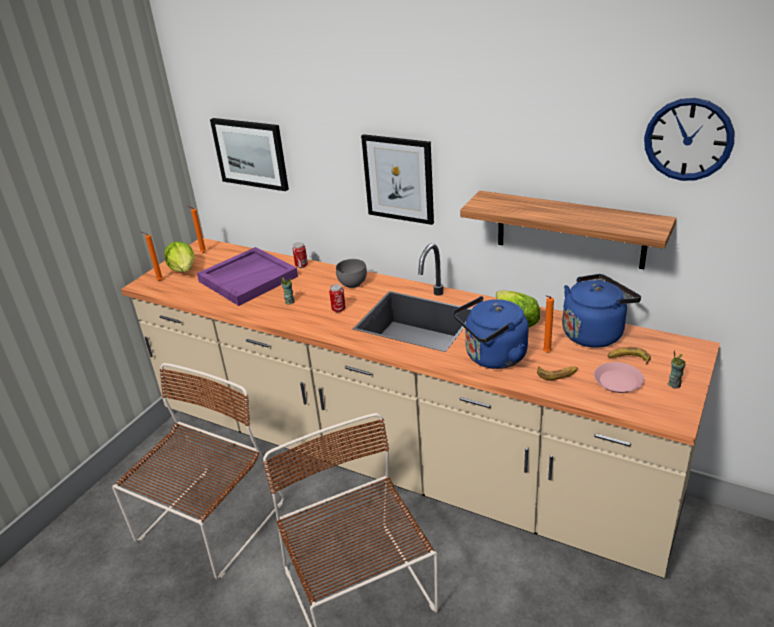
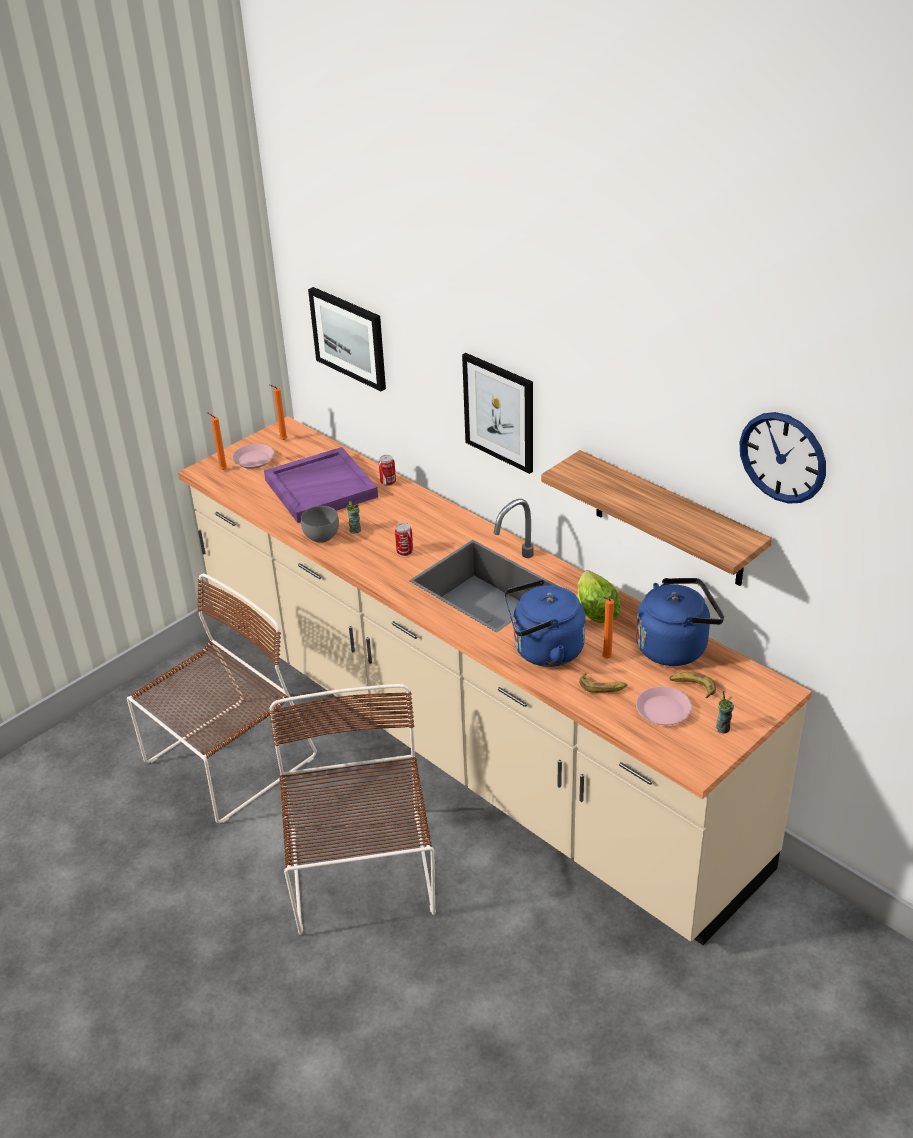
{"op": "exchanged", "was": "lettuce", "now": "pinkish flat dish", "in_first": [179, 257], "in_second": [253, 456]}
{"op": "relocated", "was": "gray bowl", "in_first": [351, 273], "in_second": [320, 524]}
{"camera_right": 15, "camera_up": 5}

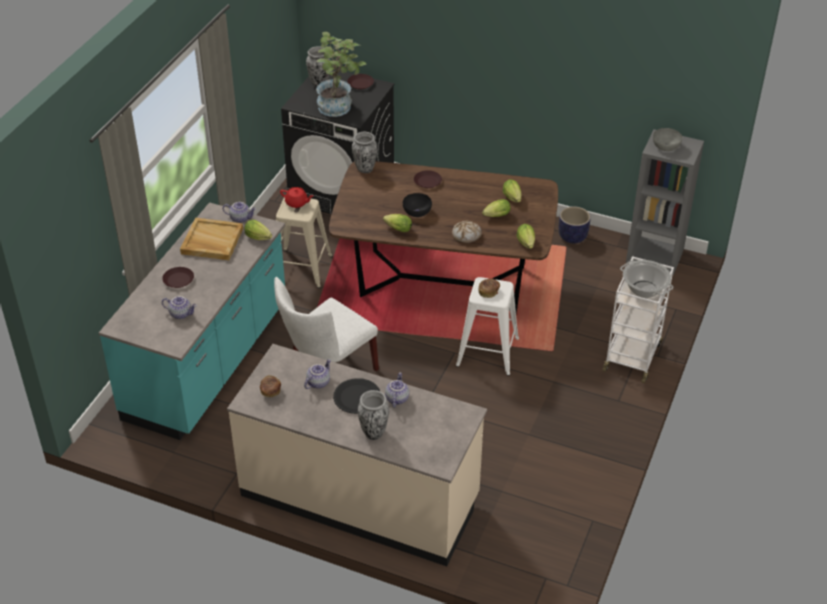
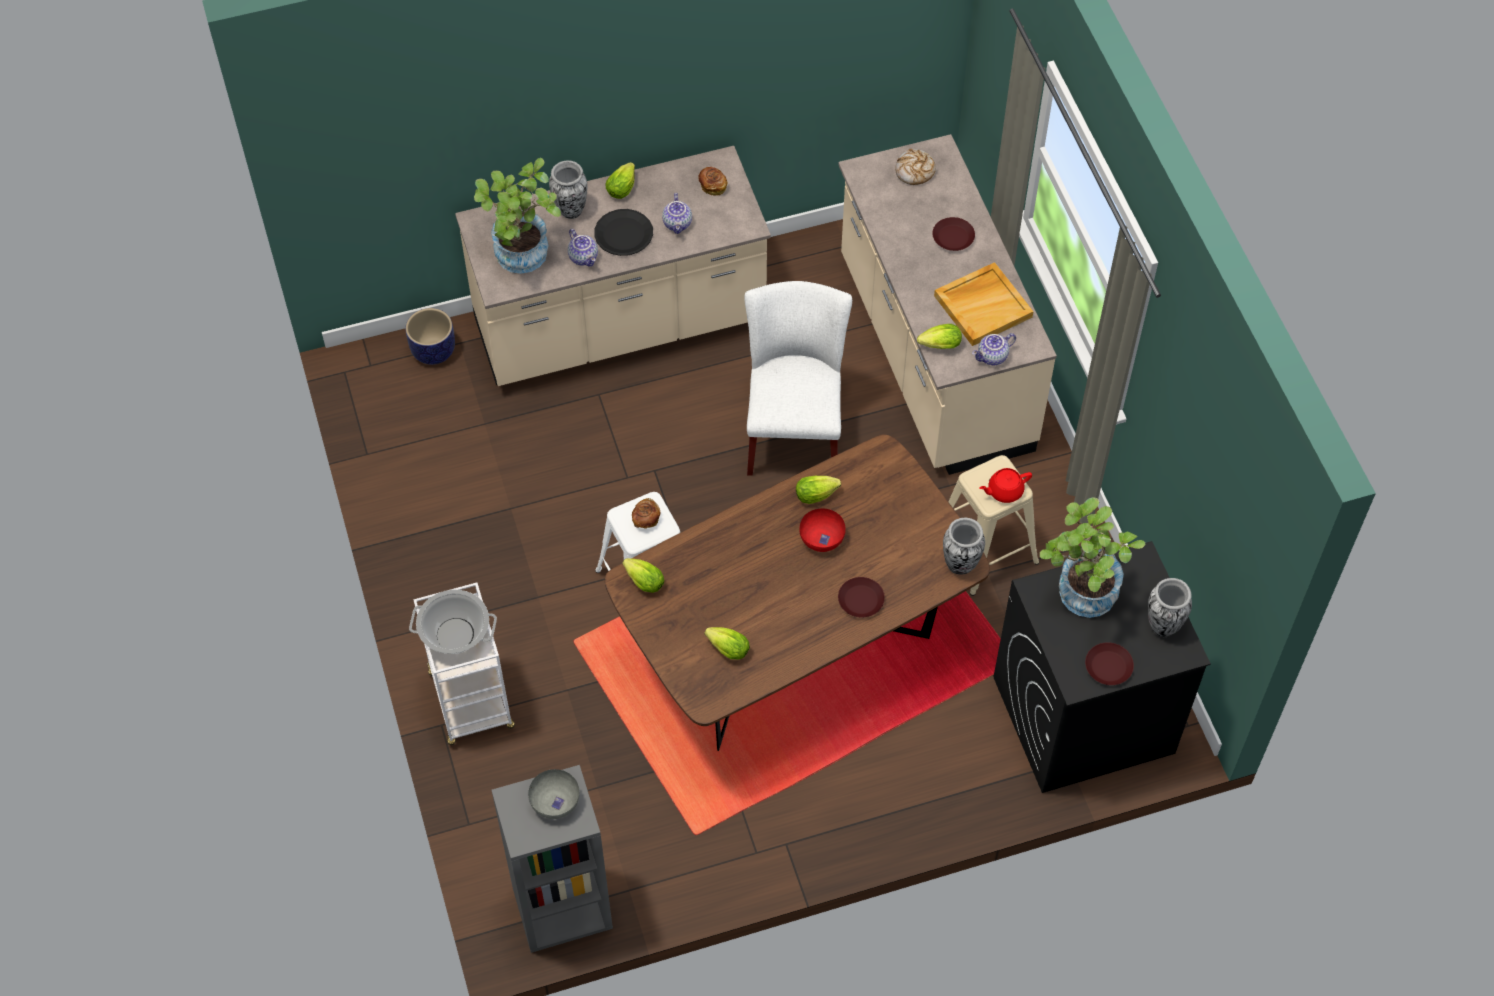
{"op": "relocated", "was": "planter", "in_first": [575, 225], "in_second": [430, 336]}
{"op": "appeared", "now": "potted plant", "in_second": [517, 216]}
{"op": "relocated", "was": "lettuce", "in_first": [496, 208], "in_second": [620, 180]}
{"op": "colour", "was": "black bowl", "now": "red bowl", "in_first": [417, 205], "in_second": [822, 530]}
{"op": "colour", "was": "blue-green kitchen base unit", "now": "sand-coloured kitchen base unit", "in_first": [192, 321], "in_second": [947, 304]}
{"op": "relocated", "was": "bakery bread", "in_first": [467, 231], "in_second": [915, 166]}
{"op": "missing", "was": "tea pot", "in_first": [179, 307]}
{"camera_right": 140, "camera_up": 15}

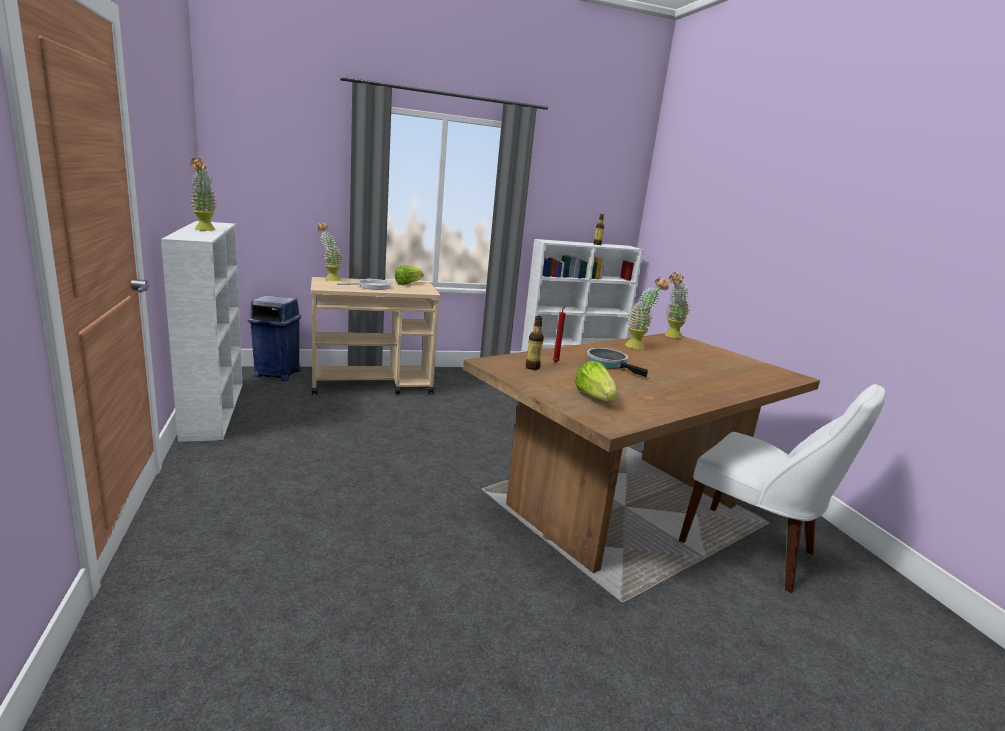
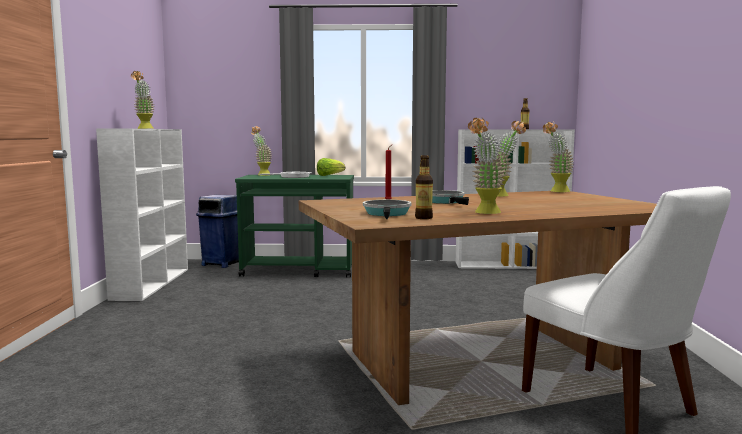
{"op": "colour", "was": "sand-coloured cart", "now": "green-coloured cart", "in_first": [376, 336], "in_second": [294, 226]}
{"op": "exchanged", "was": "lettuce", "now": "frying pan", "in_first": [596, 381], "in_second": [387, 209]}
{"op": "relocated", "was": "bottle", "in_first": [535, 343], "in_second": [424, 187]}
{"op": "appeared", "now": "potted plant", "in_second": [487, 166]}
{"camera_right": 20, "camera_up": -10}

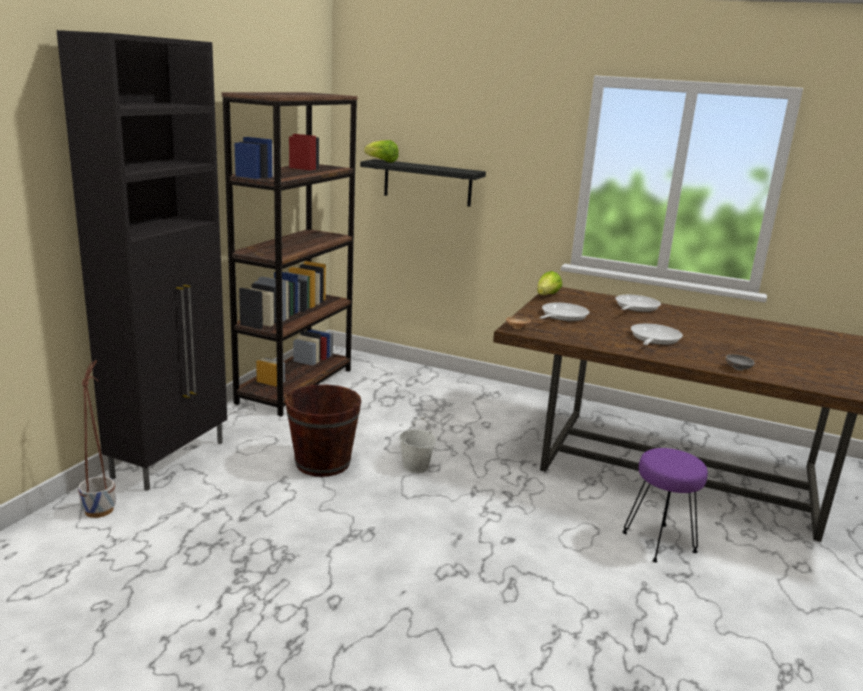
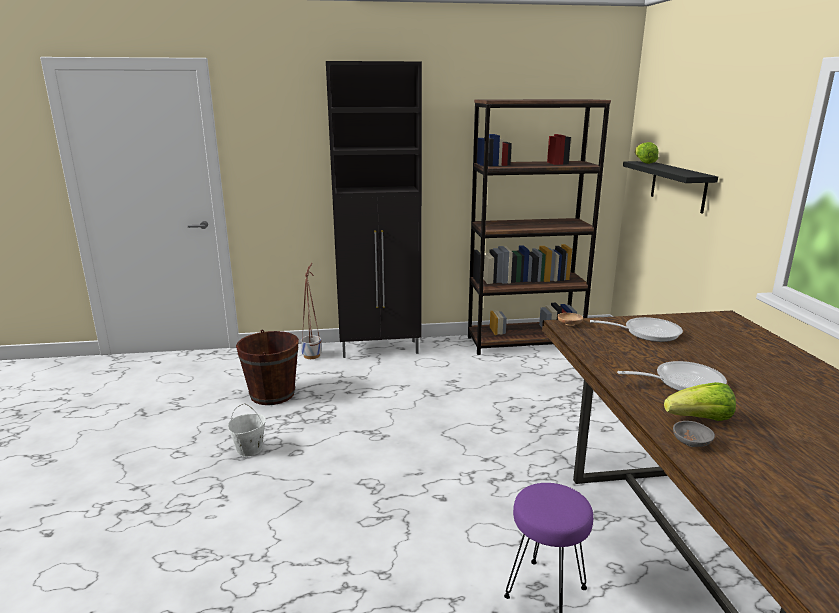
{"op": "relocated", "was": "white bucket", "in_first": [417, 445], "in_second": [247, 430]}
{"op": "relocated", "was": "brown-coloured bucket", "in_first": [323, 431], "in_second": [267, 367]}
{"op": "relocated", "was": "lettuce", "in_first": [549, 283], "in_second": [700, 401]}
{"op": "missing", "was": "frying pan", "in_first": [638, 303]}
{"camera_right": 60, "camera_up": 0}

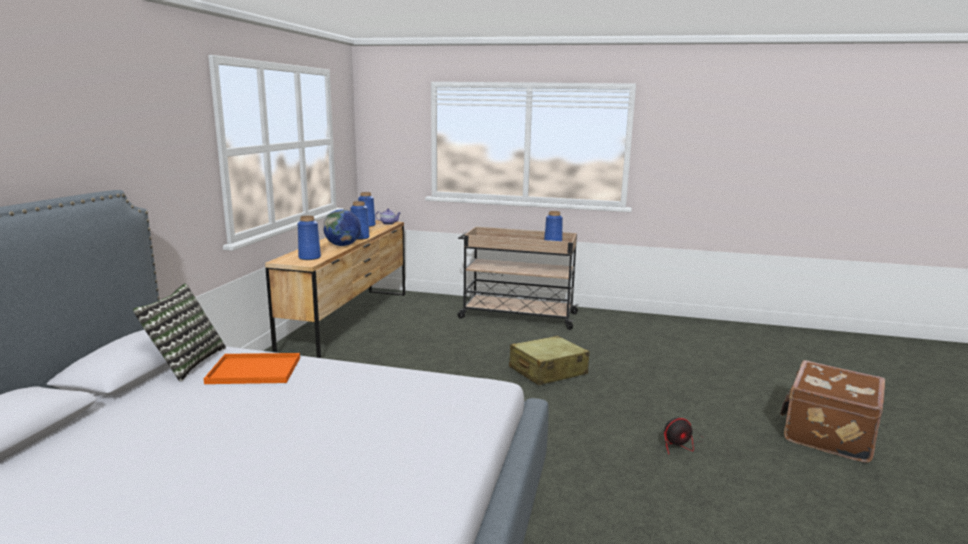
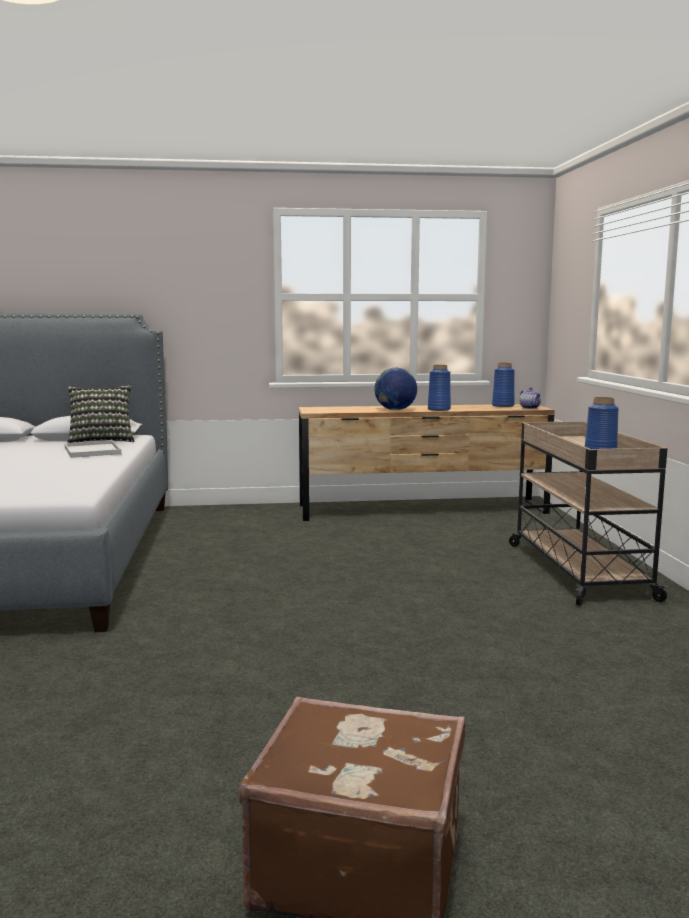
{"op": "colour", "was": "orange carrying tray", "now": "white carrying tray", "in_first": [252, 368], "in_second": [93, 449]}
{"op": "missing", "was": "blue-coloured flower vase", "in_first": [309, 238]}
{"op": "missing", "was": "sand-coloured suitcase", "in_first": [549, 360]}
{"op": "missing", "was": "electric fan", "in_first": [680, 434]}
{"camera_right": 70, "camera_up": -5}

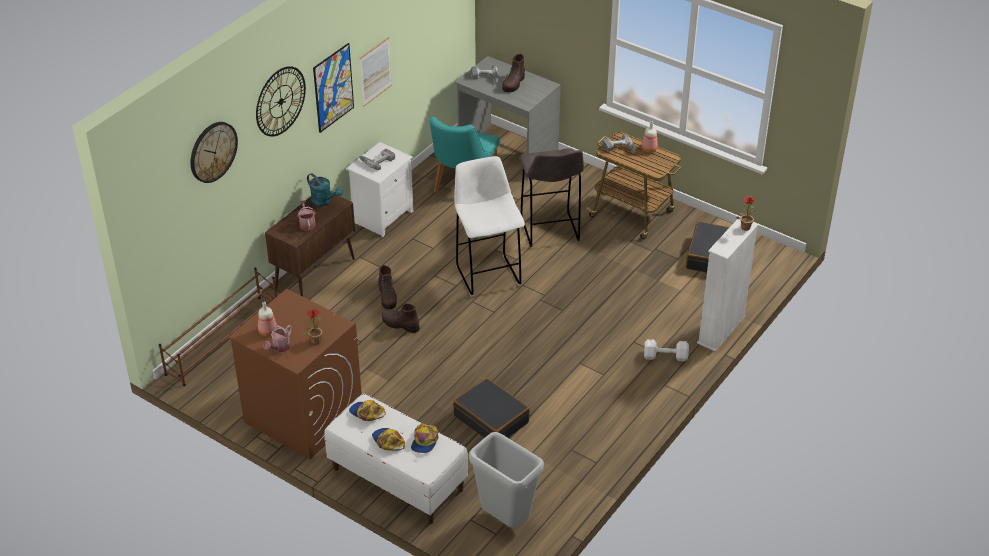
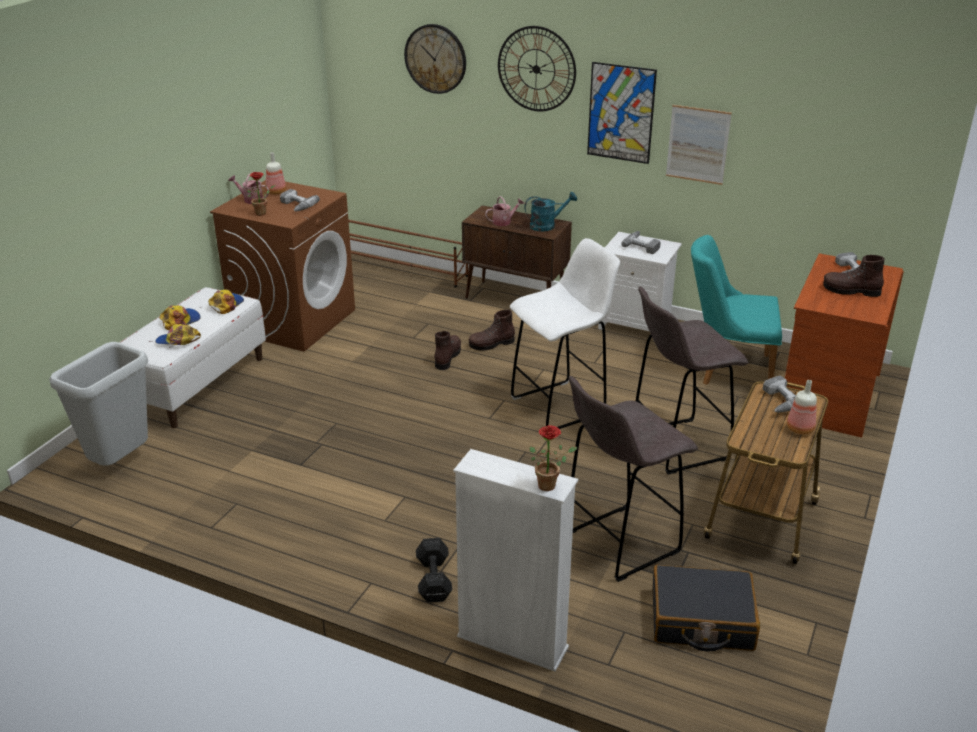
{"op": "appeared", "now": "power drill", "in_second": [300, 200]}
{"op": "colour", "was": "white free weight", "now": "black free weight", "in_first": [666, 350], "in_second": [434, 570]}
{"op": "spun", "was": "blue-green sprinkling can", "in_first": [325, 190], "in_second": [550, 211], "clockwise": -135}
{"op": "appeared", "now": "gray stool seat", "in_second": [633, 479]}
{"op": "colour", "was": "gray desk unit", "now": "brown-coloured desk unit", "in_first": [508, 118], "in_second": [843, 345]}
{"op": "missing", "was": "black suitcase", "in_first": [491, 408]}
{"camera_right": 80, "camera_up": -10}

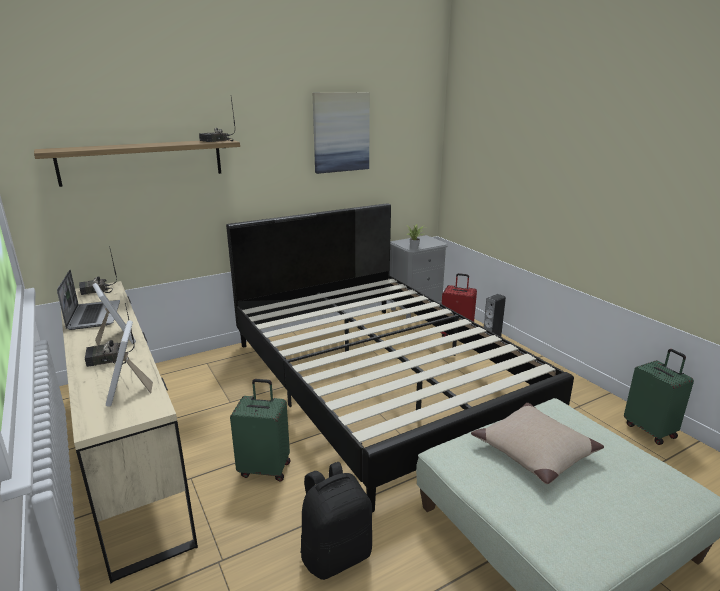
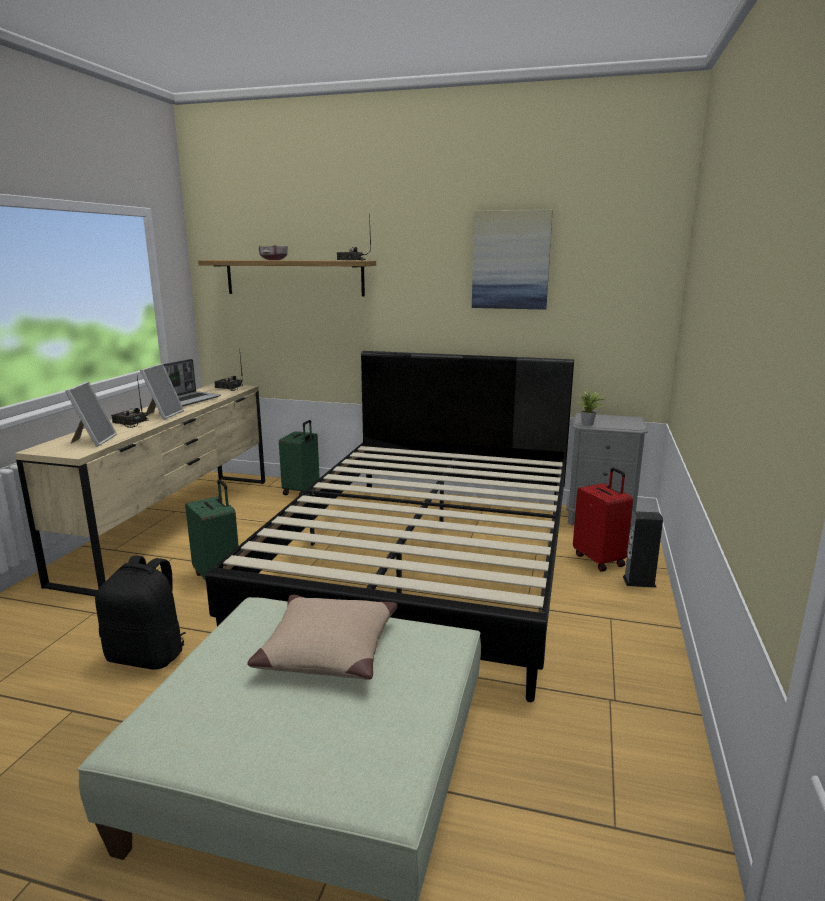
{"op": "spun", "was": "standing frame", "in_first": [129, 363], "in_second": [91, 414], "clockwise": 150}
{"op": "appeared", "now": "gray bowl", "in_second": [273, 252]}
{"op": "relocated", "was": "green-coloured suitcase", "in_first": [659, 397], "in_second": [299, 457]}
{"camera_right": 45, "camera_up": -5}

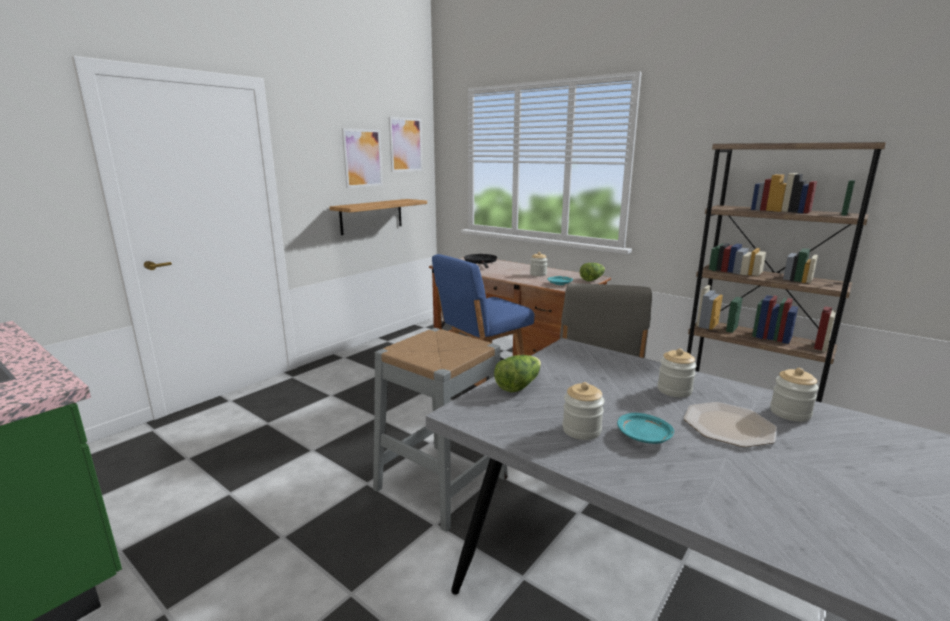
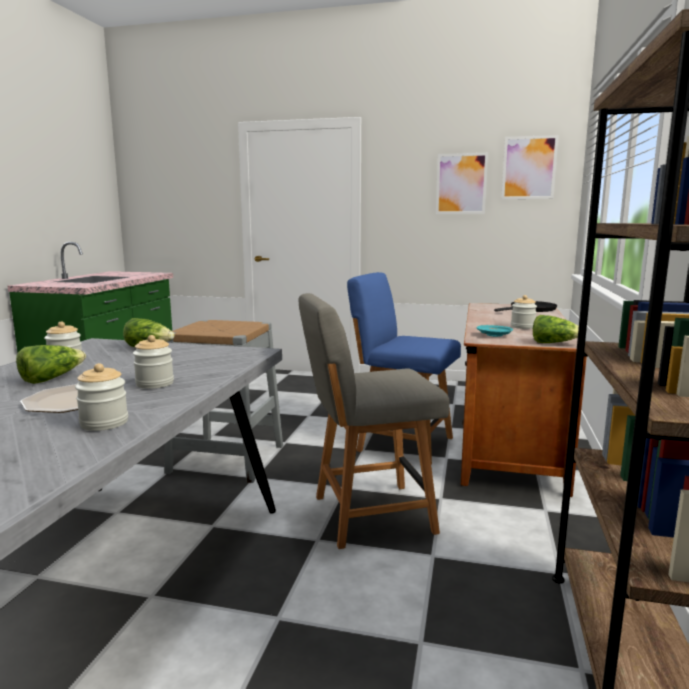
{"op": "exchanged", "was": "blue-green flat dish", "now": "lettuce", "in_first": [645, 428], "in_second": [51, 364]}
{"op": "missing", "was": "shelf", "in_first": [378, 217]}
{"camera_right": 65, "camera_up": -5}

